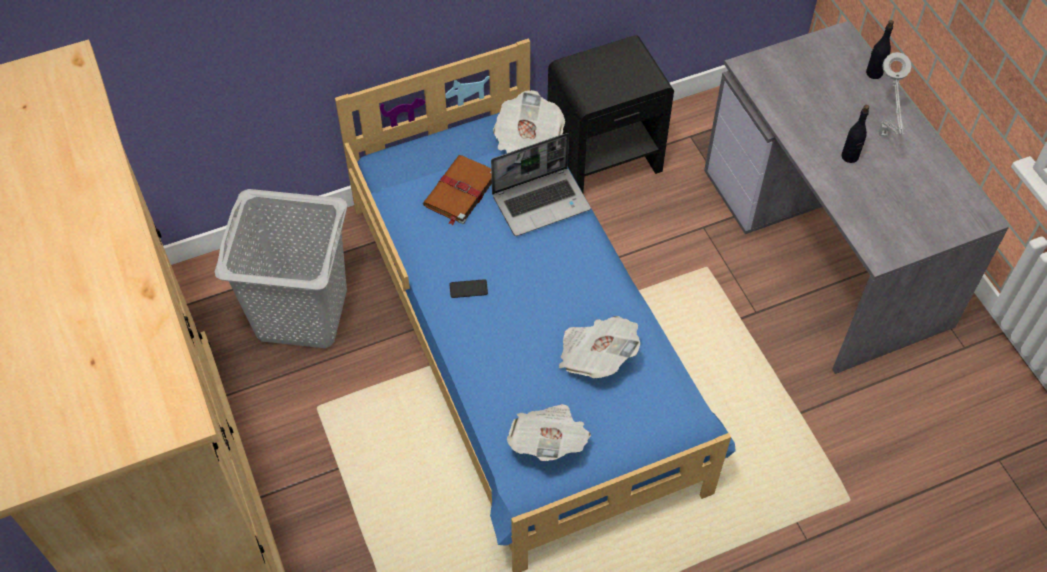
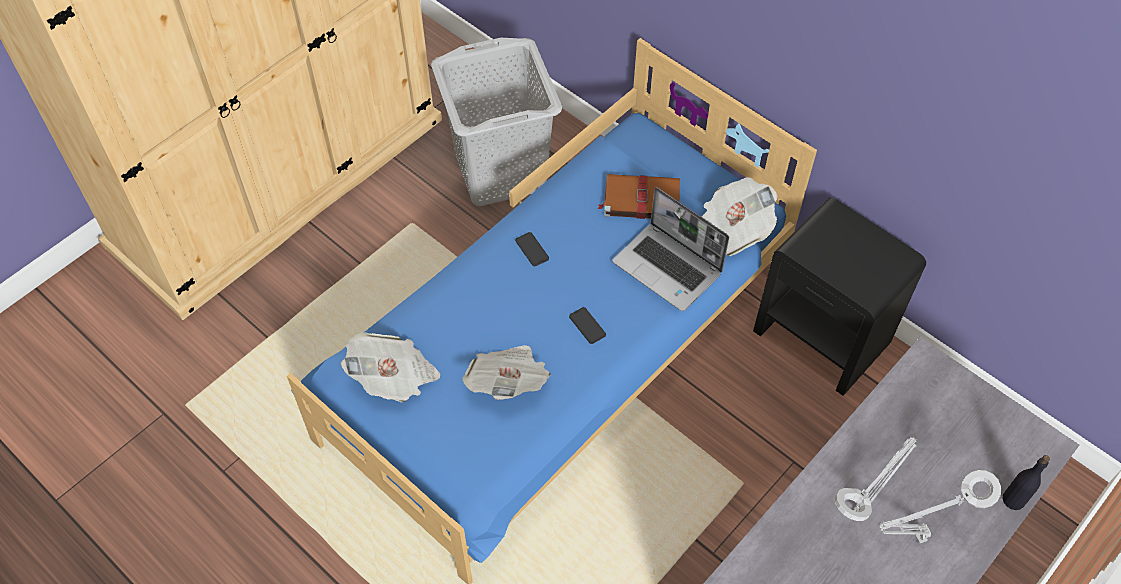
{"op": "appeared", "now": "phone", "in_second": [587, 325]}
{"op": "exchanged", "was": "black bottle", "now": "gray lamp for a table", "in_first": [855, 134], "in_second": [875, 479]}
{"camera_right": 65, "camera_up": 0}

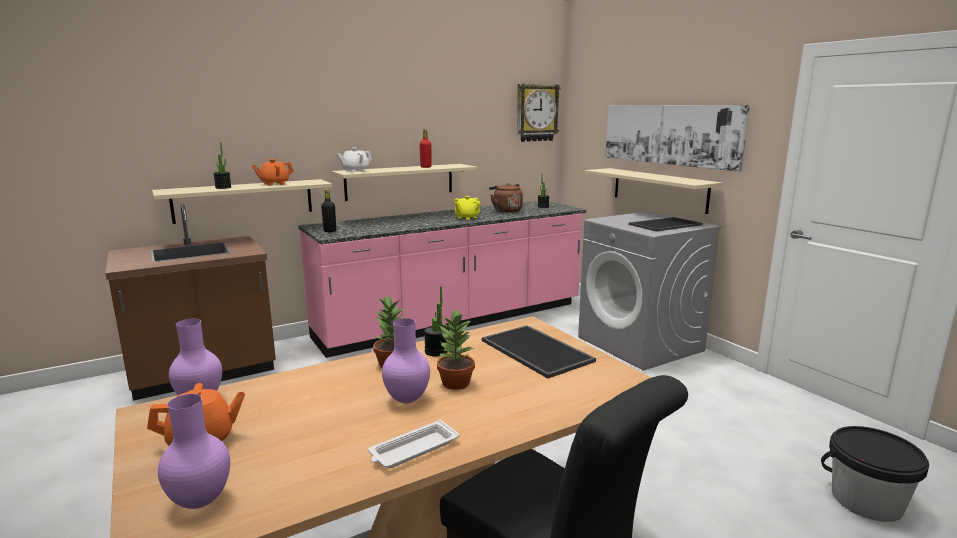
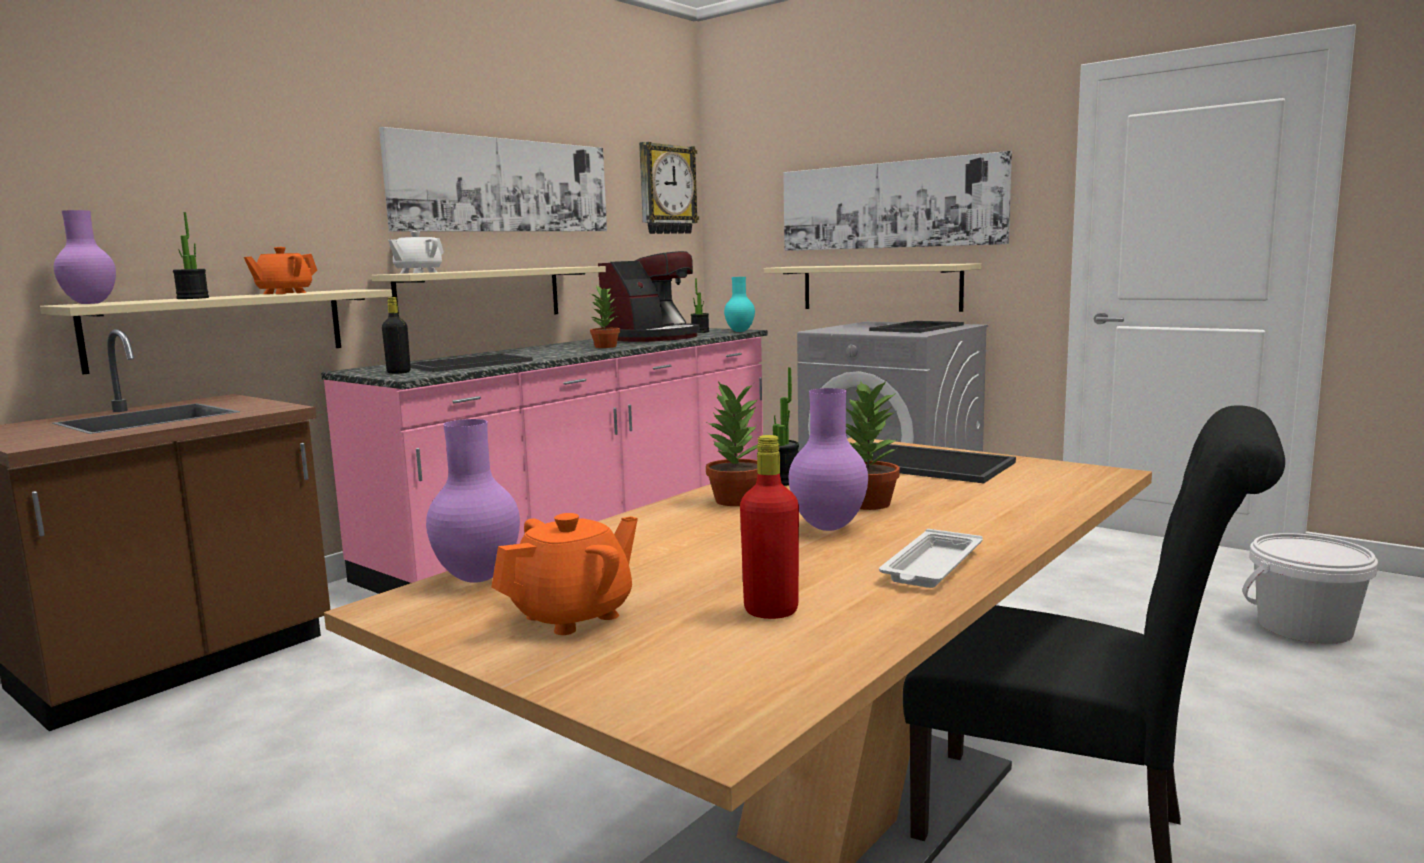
{"op": "relocated", "was": "purplish flower vase", "in_first": [194, 451], "in_second": [85, 257]}
{"op": "appeared", "now": "wall art", "in_second": [493, 179]}
{"op": "appeared", "now": "carrying tray", "in_second": [471, 363]}
{"op": "exchanged", "was": "yellow tea pot", "now": "potted plant", "in_first": [467, 208], "in_second": [604, 316]}
{"op": "exchanged", "was": "brown-coloured kettle", "now": "coffee brewer", "in_first": [506, 198], "in_second": [649, 296]}
{"op": "appeared", "now": "blue-green flower vase", "in_second": [739, 304]}
{"op": "relocated", "was": "red bottle", "in_first": [425, 148], "in_second": [769, 527]}
{"op": "colour", "was": "black bucket", "now": "white bucket", "in_first": [875, 474], "in_second": [1310, 588]}
{"camera_right": -20, "camera_up": -5}

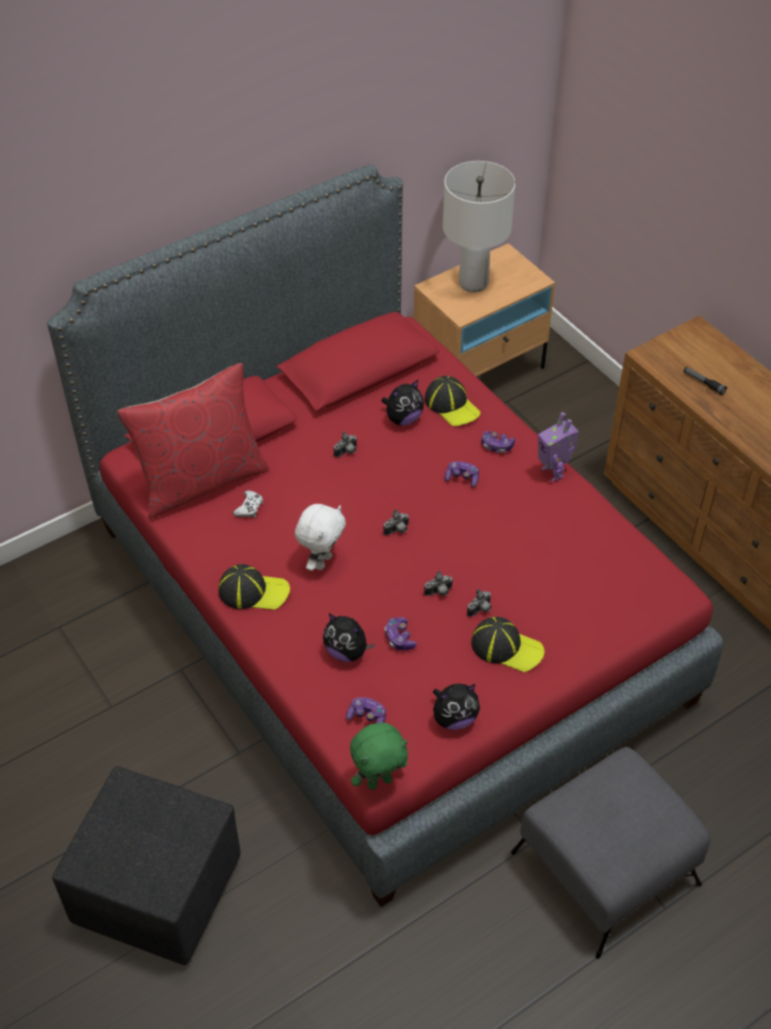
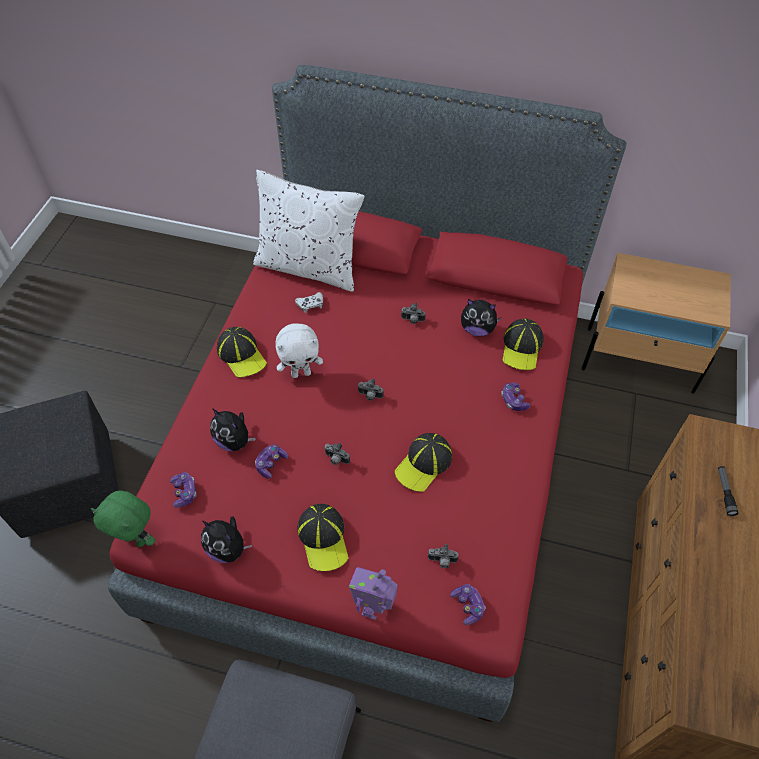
{"op": "spun", "was": "soft toy", "in_first": [349, 637], "in_second": [233, 429], "clockwise": -45}
{"op": "colour", "was": "red cushion", "now": "white cushion", "in_first": [193, 441], "in_second": [309, 231]}
{"op": "relocated", "was": "robot figure", "in_first": [558, 447], "in_second": [373, 593]}
{"op": "appeared", "now": "cap", "in_second": [423, 462]}
{"op": "relocated", "was": "still camera", "in_first": [479, 603], "in_second": [443, 556]}
{"op": "relocated", "was": "joypad", "in_first": [462, 474], "in_second": [467, 604]}
{"op": "missing", "was": "white lamp for a table", "in_first": [479, 227]}
{"camera_right": 50, "camera_up": 5}

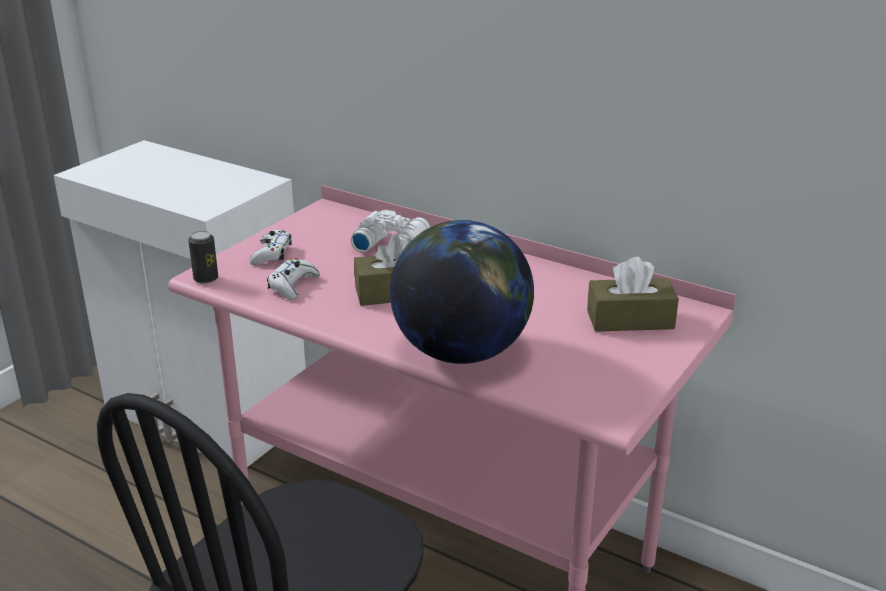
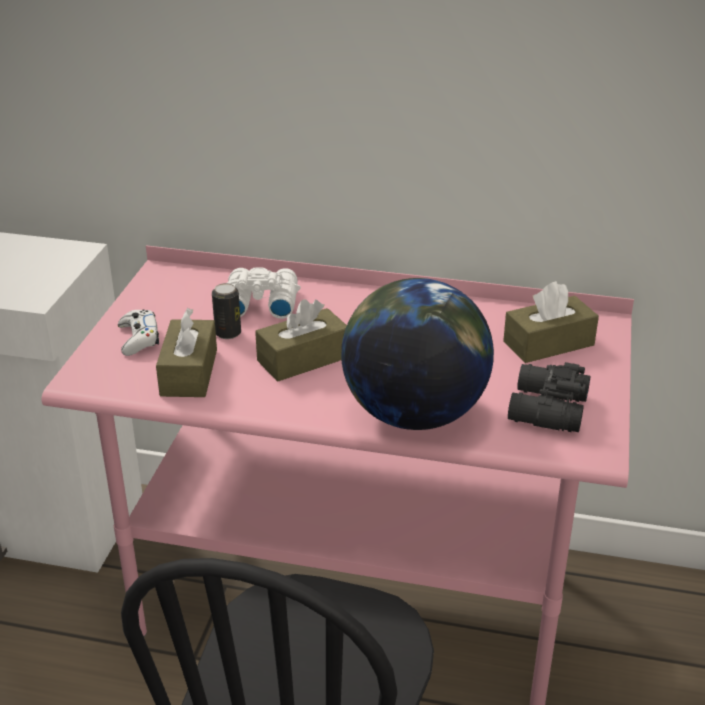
{"op": "exchanged", "was": "white joypad", "now": "brown-coloured tissue box", "in_first": [293, 279], "in_second": [186, 352]}
{"op": "relocated", "was": "can", "in_first": [203, 257], "in_second": [226, 311]}
{"op": "appeared", "now": "black binoculars", "in_second": [549, 397]}
{"camera_right": -20, "camera_up": 5}

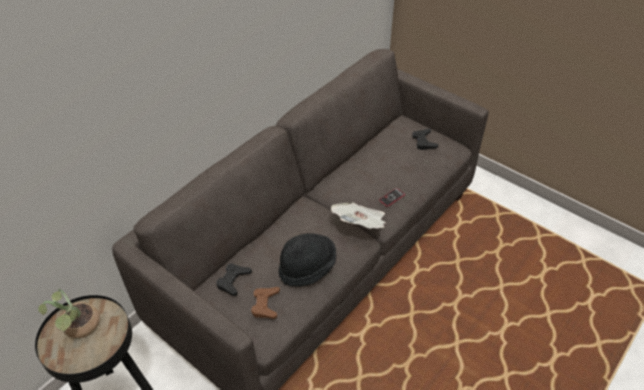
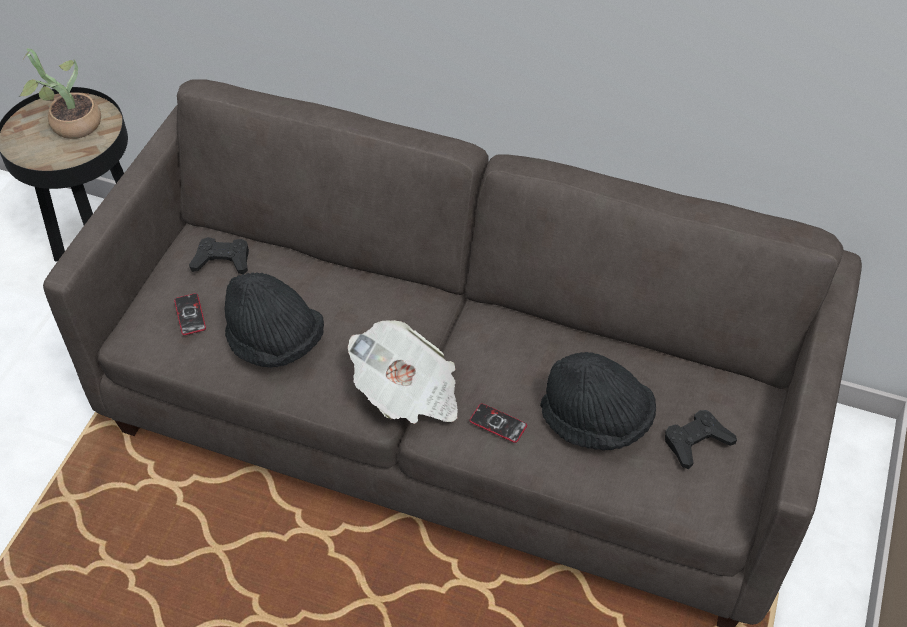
{"op": "exchanged", "was": "brown-coloured joypad", "now": "phone", "in_first": [265, 303], "in_second": [190, 314]}
{"op": "appeared", "now": "black clothing hat", "in_second": [598, 401]}
{"camera_right": 70, "camera_up": 5}

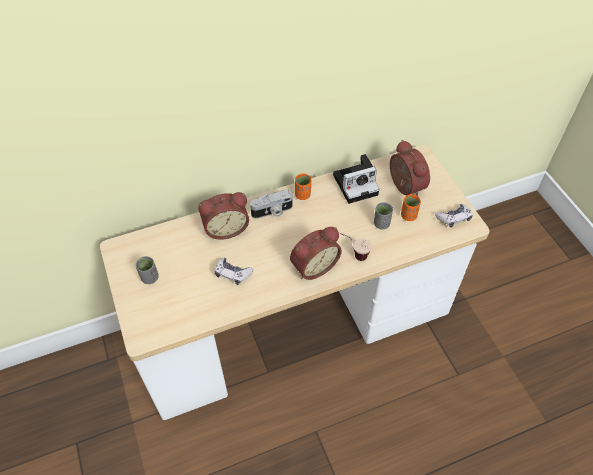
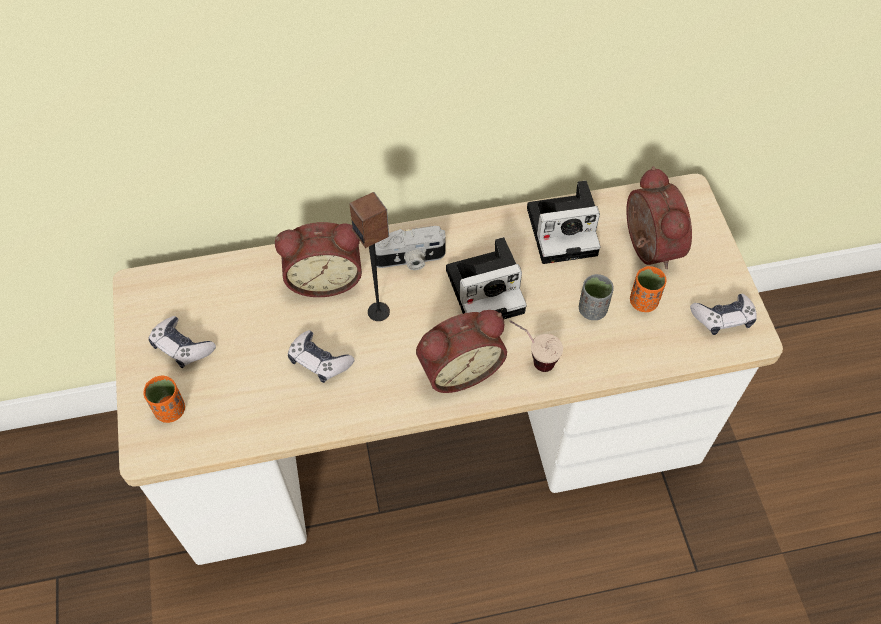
{"op": "relocated", "was": "orange drinking cup", "in_first": [303, 187], "in_second": [164, 399]}
{"op": "exchanged", "was": "gray drinking cup", "now": "joypad", "in_first": [147, 270], "in_second": [182, 342]}
{"op": "appeared", "now": "loudspeaker", "in_second": [369, 256]}
{"op": "appeared", "now": "still camera", "in_second": [486, 278]}
{"camera_right": 10, "camera_up": 5}

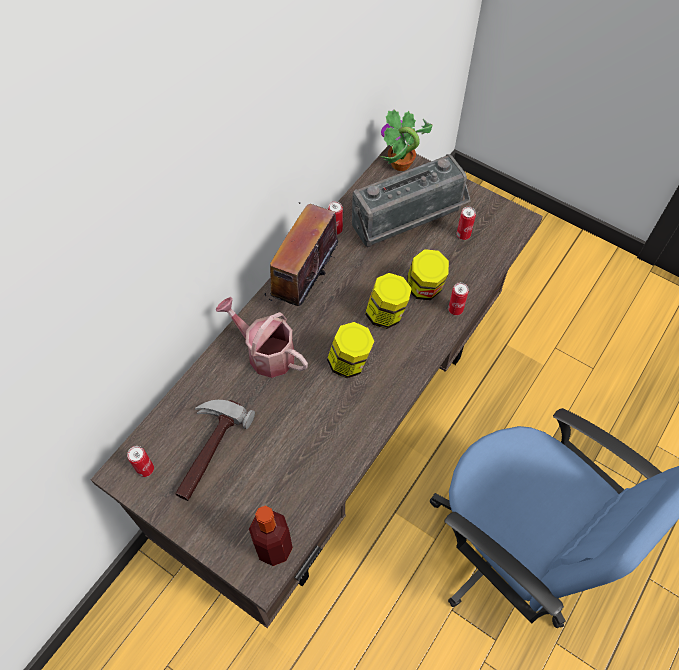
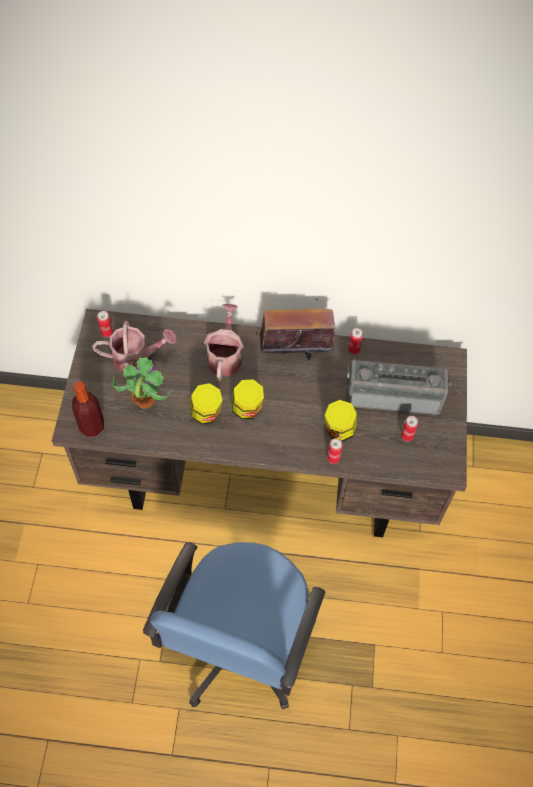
{"op": "exchanged", "was": "hammer", "now": "sprinkling can", "in_first": [215, 450], "in_second": [134, 346]}
{"op": "relocated", "was": "potted plant", "in_first": [406, 140], "in_second": [142, 382]}
{"op": "relocated", "was": "jar", "in_first": [388, 301], "in_second": [206, 404]}
{"op": "spun", "was": "radio receiver", "in_first": [411, 200], "in_second": [398, 387], "clockwise": 150}
{"camera_right": 60, "camera_up": 0}

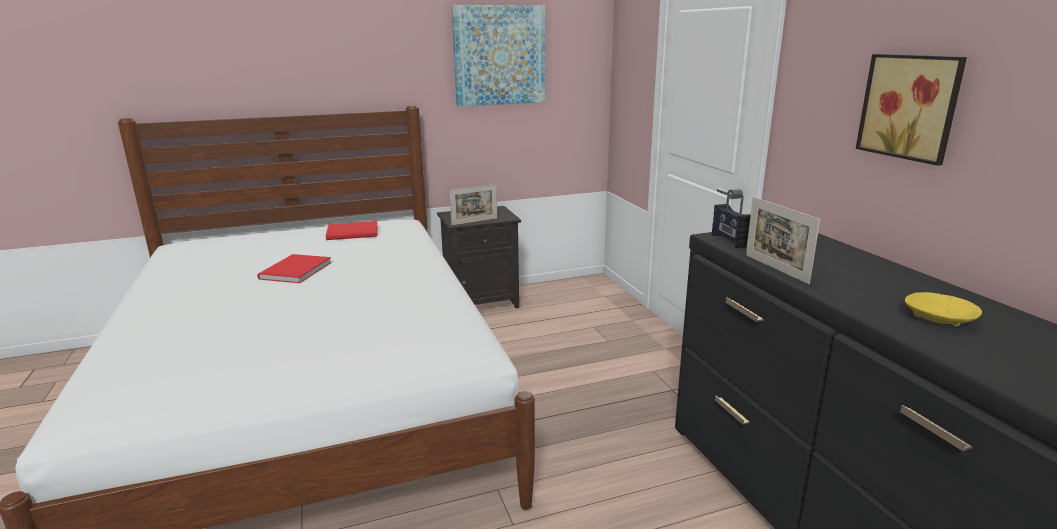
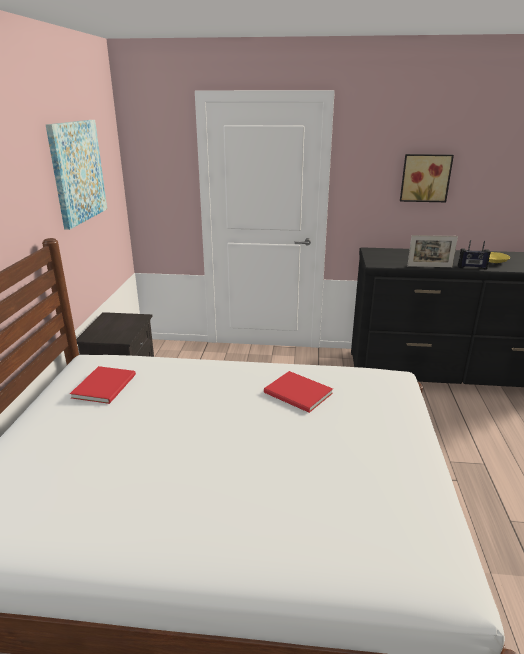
{"op": "relocated", "was": "red bound book", "in_first": [294, 268], "in_second": [298, 392]}
{"op": "relocated", "was": "radio receiver", "in_first": [731, 219], "in_second": [474, 254]}
{"op": "missing", "was": "standing frame", "in_first": [473, 204]}
{"camera_right": -65, "camera_up": 5}

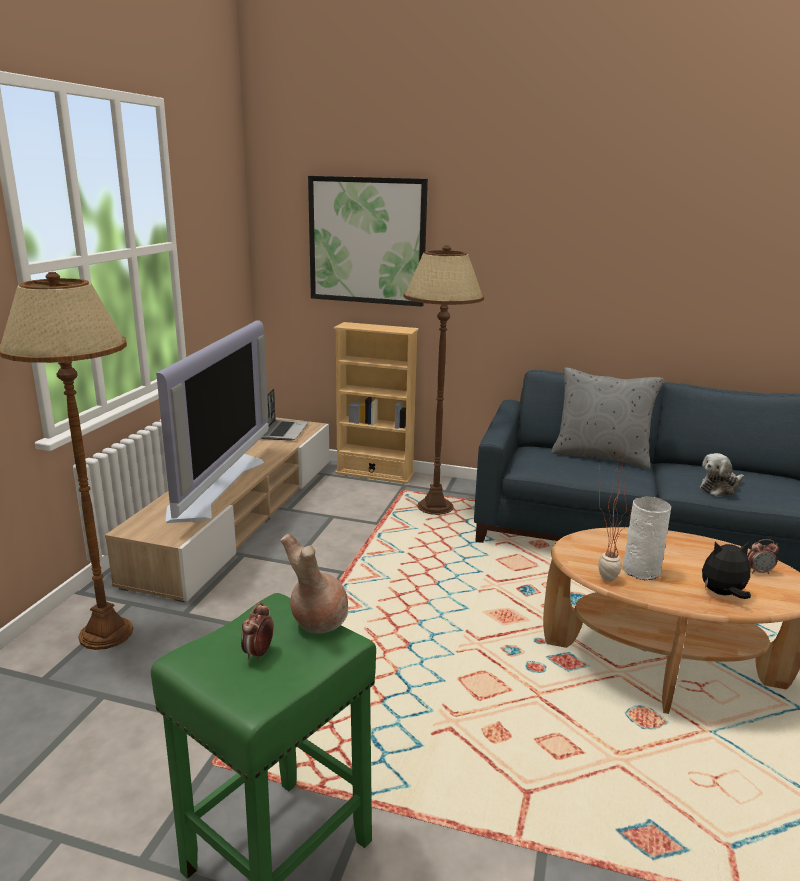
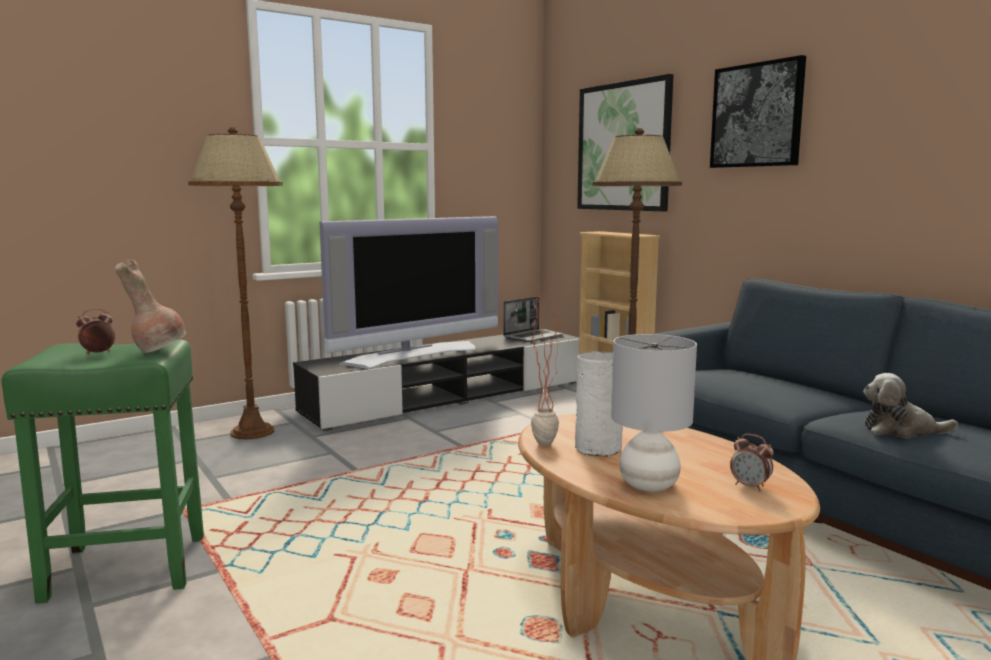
{"op": "colour", "was": "sand-coloured tv stand", "now": "black tv stand", "in_first": [217, 510], "in_second": [436, 380]}
{"op": "exchanged", "was": "soft toy", "now": "gray lamp for a table", "in_first": [726, 570], "in_second": [654, 413]}
{"op": "appeared", "now": "wall art", "in_second": [758, 111]}
{"op": "missing", "was": "gray cushion", "in_first": [607, 418]}
{"camera_right": 40, "camera_up": -10}

